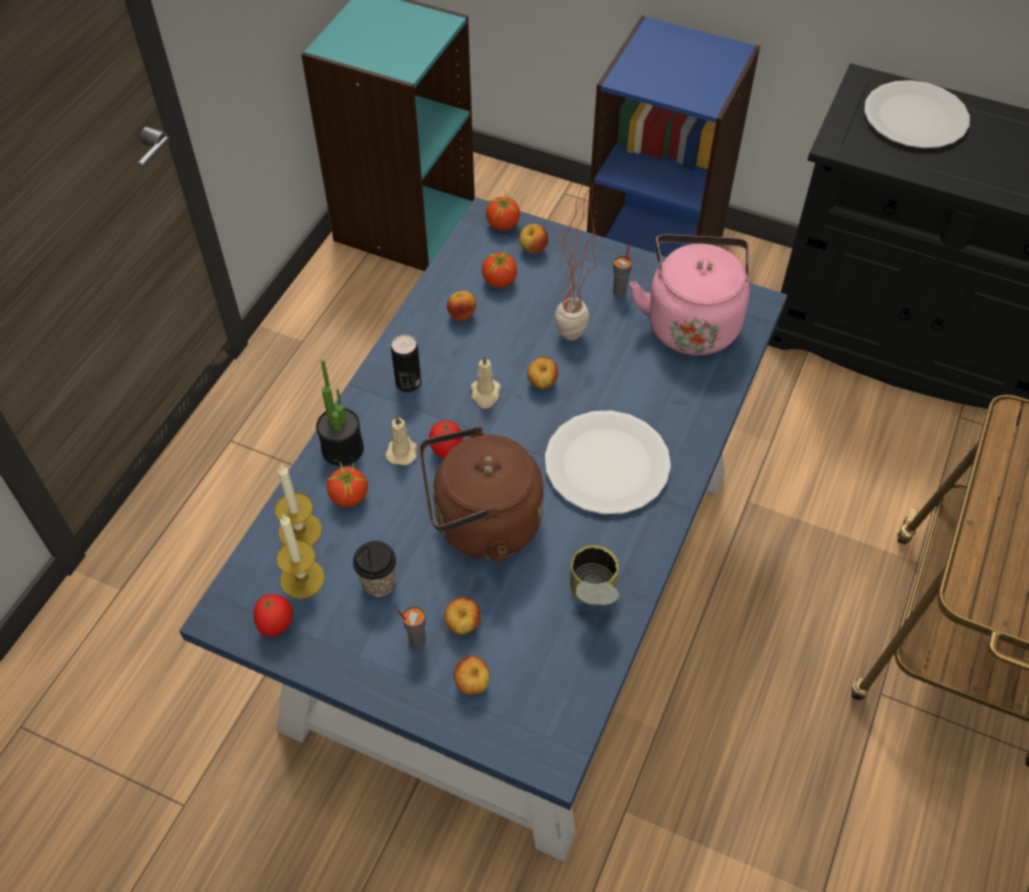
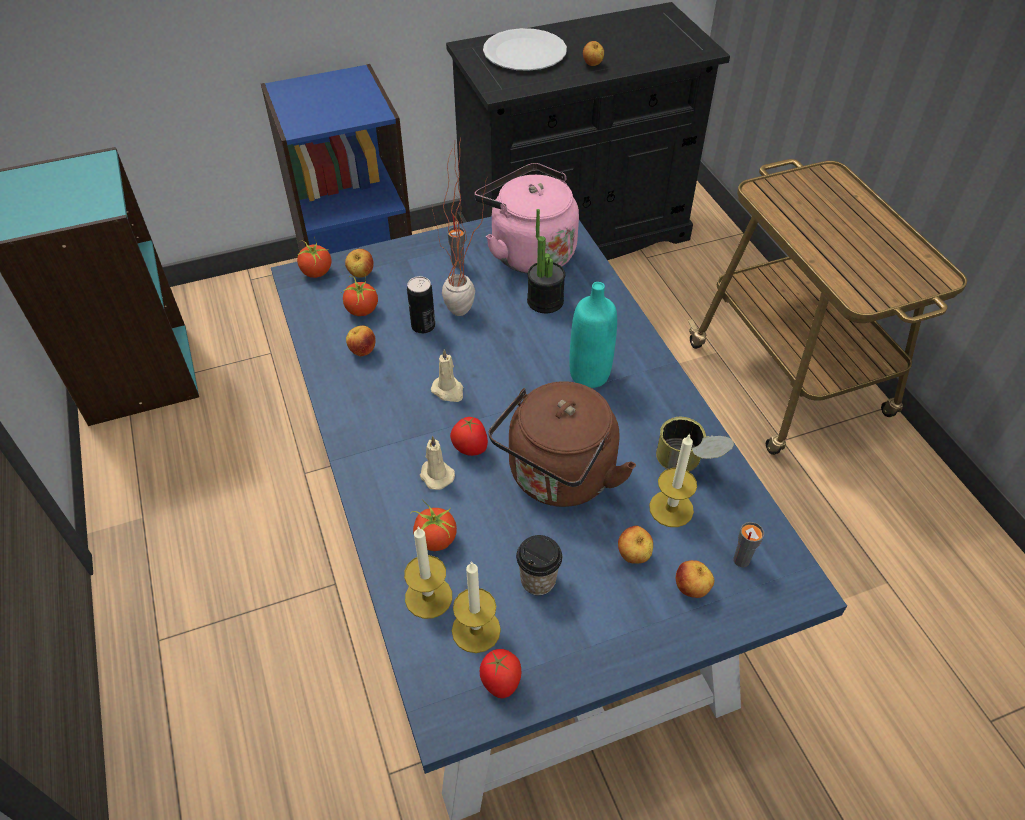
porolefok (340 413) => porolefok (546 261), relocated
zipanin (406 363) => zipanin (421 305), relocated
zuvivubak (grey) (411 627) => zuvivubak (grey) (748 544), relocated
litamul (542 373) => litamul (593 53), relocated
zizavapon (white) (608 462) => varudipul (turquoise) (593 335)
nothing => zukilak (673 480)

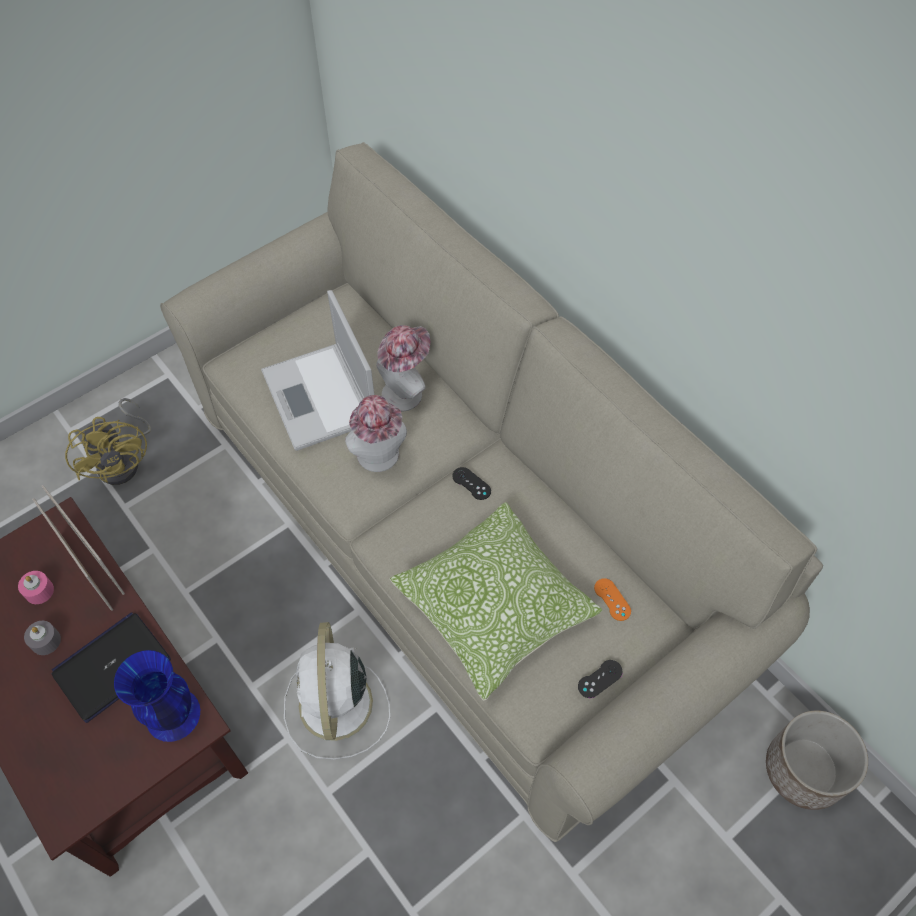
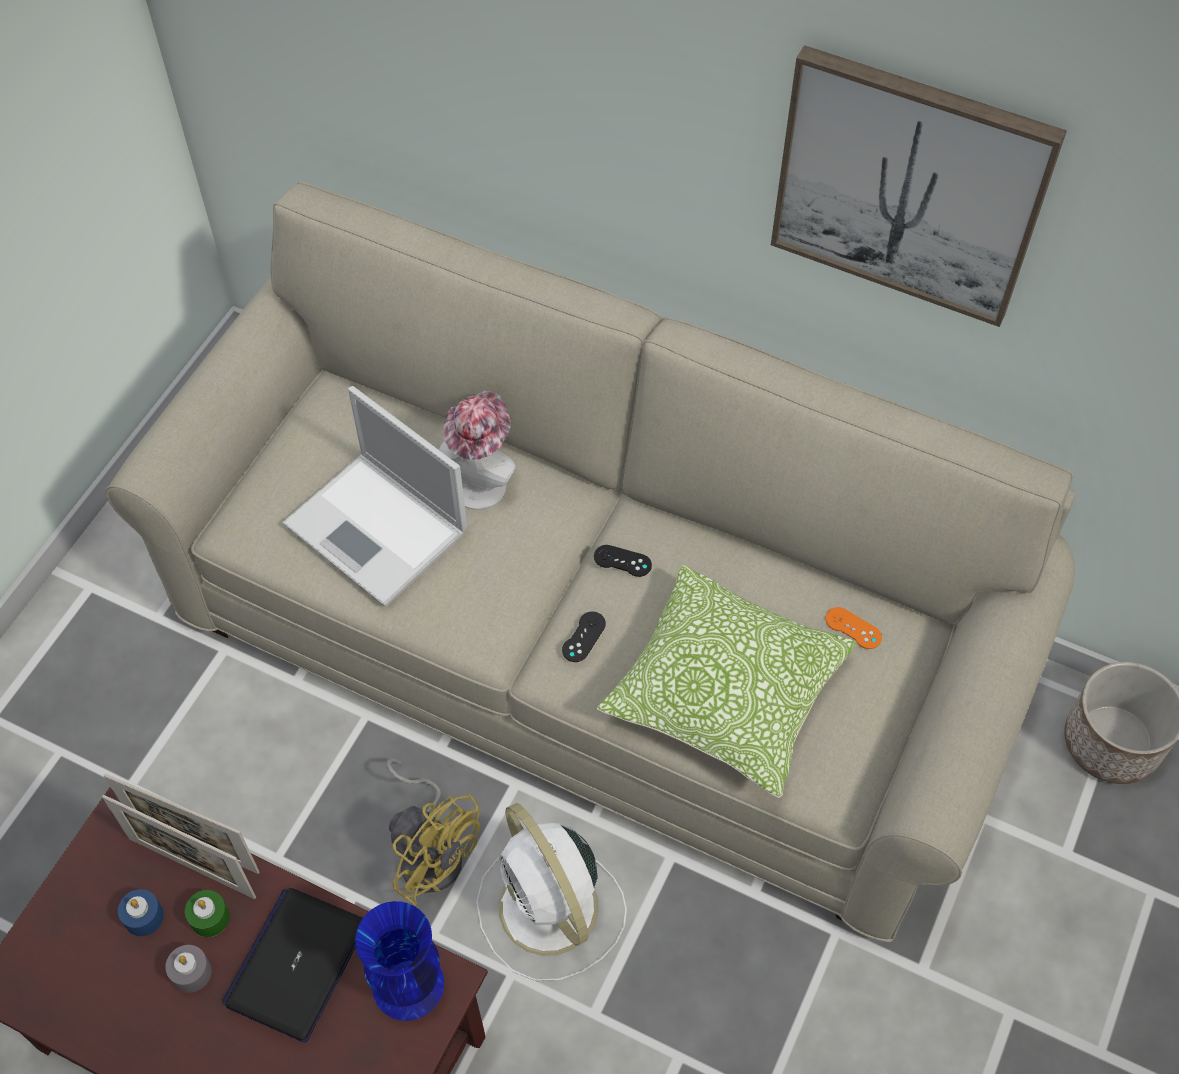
zukilak (pink) (36 587) => zukilak (blue) (141 912)
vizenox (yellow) (108 441) => vizenox (yellow) (433 832), relocated
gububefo (376 433) => nothing
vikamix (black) (600 679) => vikamix (black) (584 636), relocated
nothing => zukilak (green) (207 913)
nothing => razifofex (919 186)

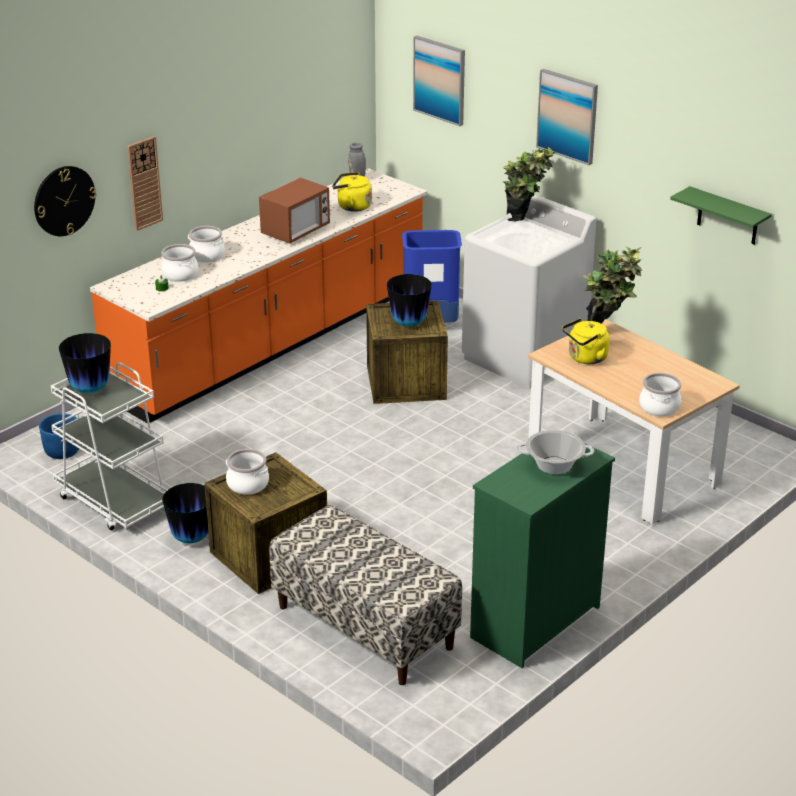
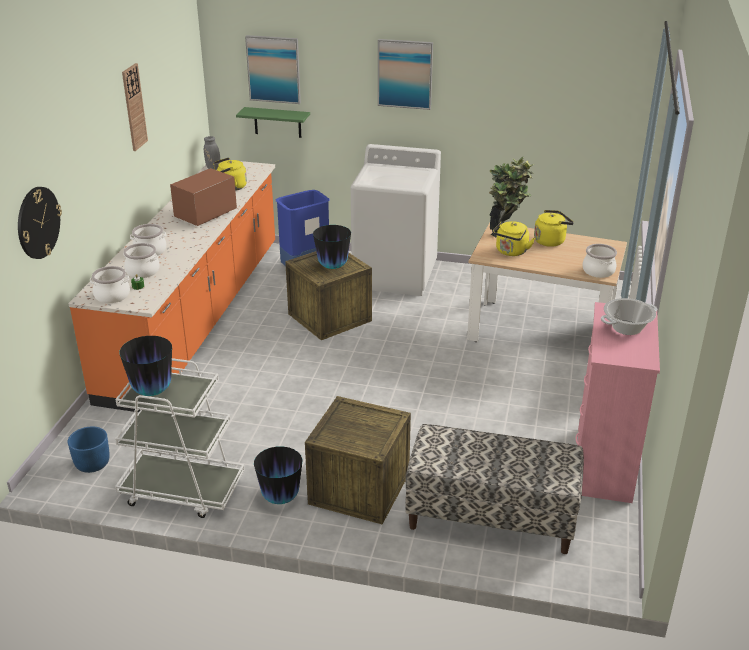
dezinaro (145 183) => dezinaro (135 107), relocated
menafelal (247 472) => menafelal (110 284), relocated
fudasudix (294 211) => fudasudix (203 197), 150 degrees counterclockwise
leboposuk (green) (542 556) => leboposuk (pink) (618 402)
porolefok (530 184) => nothing
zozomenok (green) (721 215) => zozomenok (green) (273 122), relocated
nothing => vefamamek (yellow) (554 228)

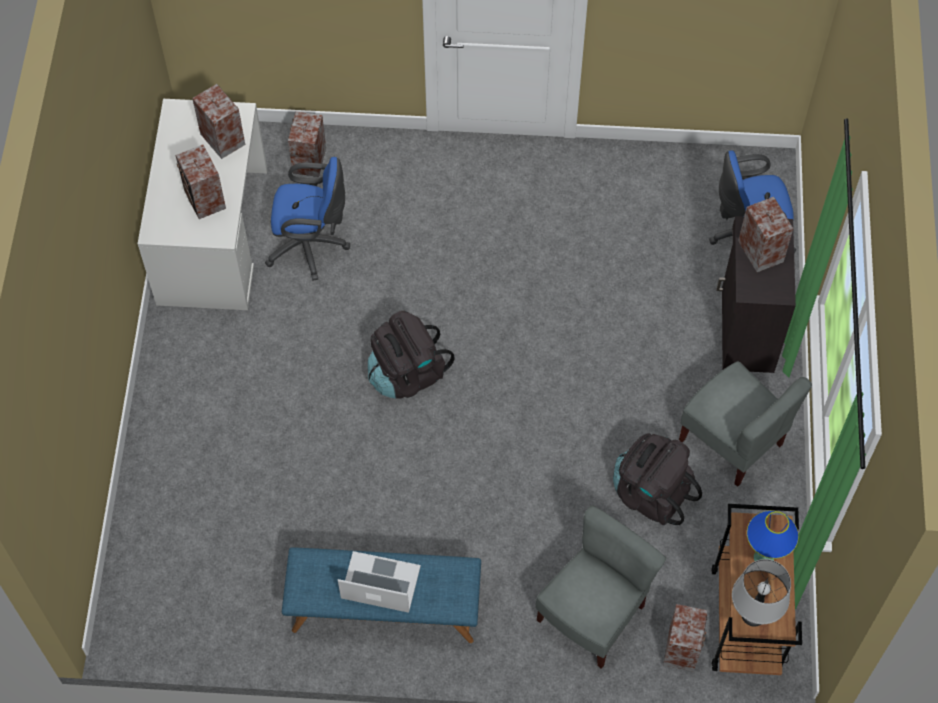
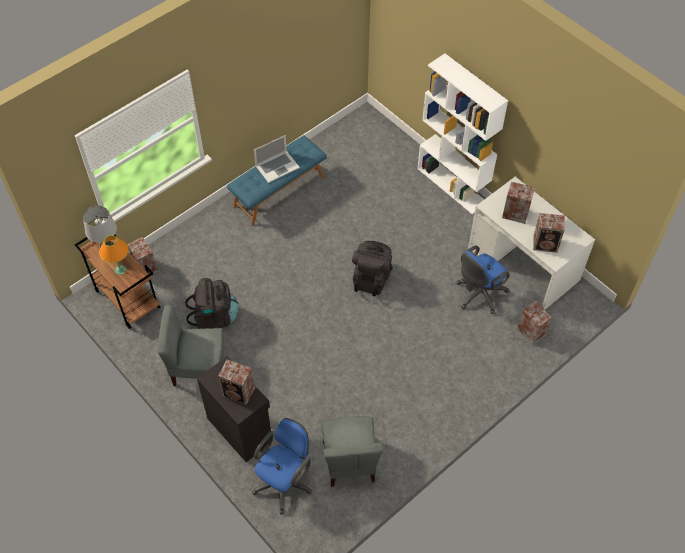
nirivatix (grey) (601 587) => nirivatix (grey) (352 451), relocated
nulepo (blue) (773 536) => nulepo (orange) (114 255)
nothing => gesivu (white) (462 134)

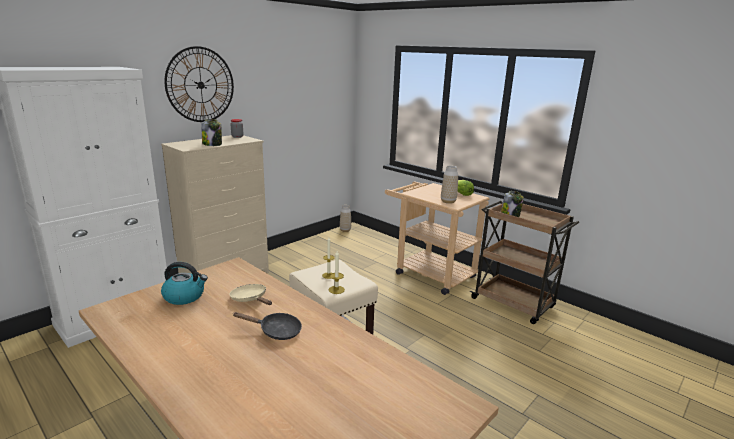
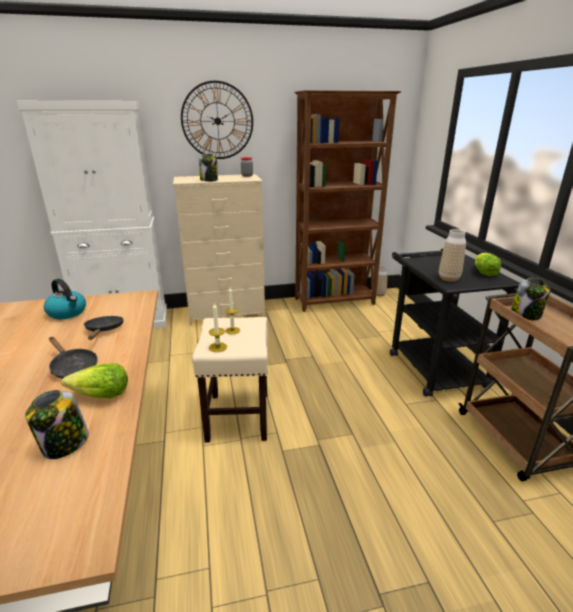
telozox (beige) (250 294) => telozox (black) (104 328)
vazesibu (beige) (437 238) => vazesibu (black) (454 323)
nothing => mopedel (57 424)
nothing => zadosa (94 380)
nothing => gesivu (brown) (348 201)

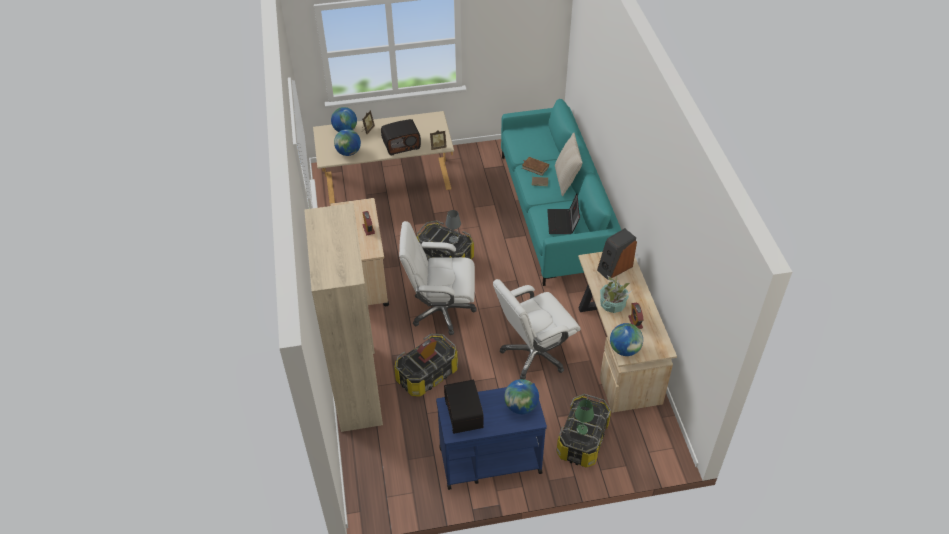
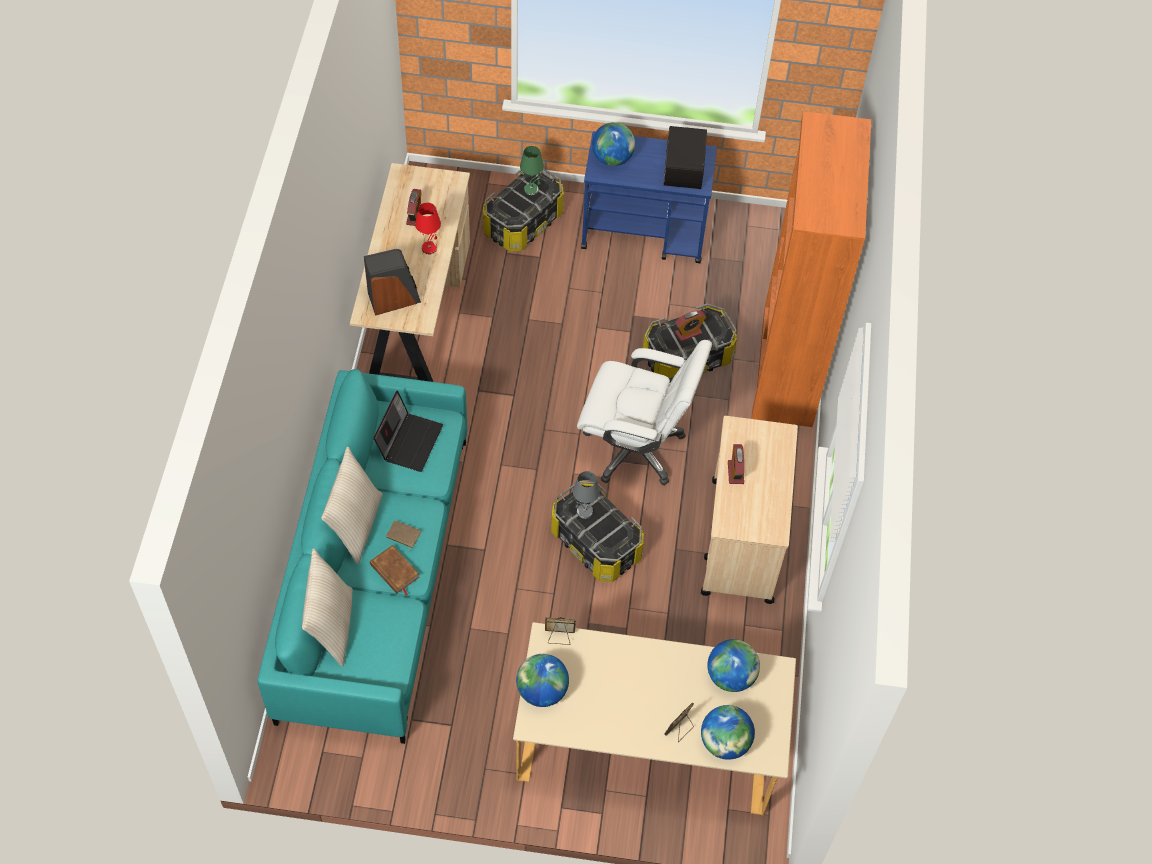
gesivu (beige) (343 317) => gesivu (orange) (811 269)
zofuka (401 137) => nothing
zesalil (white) (536 329) => nothing
porolefok (616 294) => nulepo (red) (428 228)
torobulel (626 339) => torobulel (542 680), relocated
nothing => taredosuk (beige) (327 607)

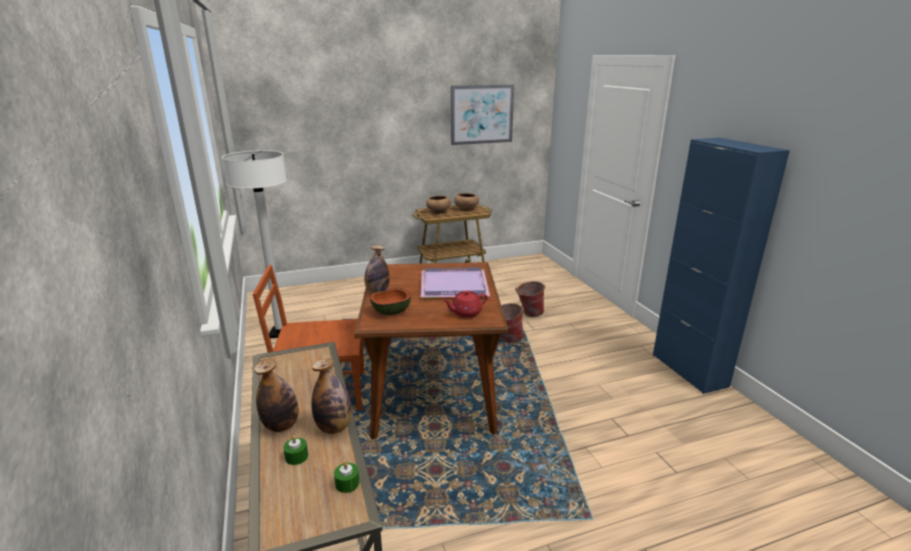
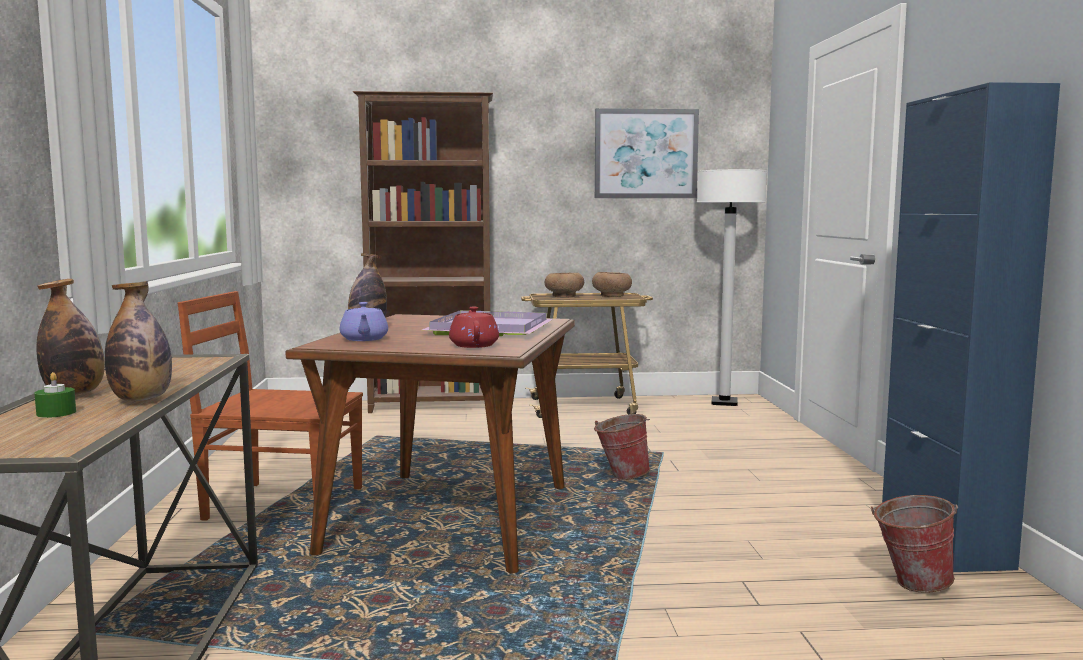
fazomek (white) (254 244) => fazomek (white) (732 287), relocated
zukilak (green) (347 477) => nothing
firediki (390 301) => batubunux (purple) (364 321)
batubunux (red) (465 304) => batubunux (red) (474 327), 90 degrees clockwise
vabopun (530 299) => vabopun (915 544), relocated
nothing => gesivu (brown) (423 252)

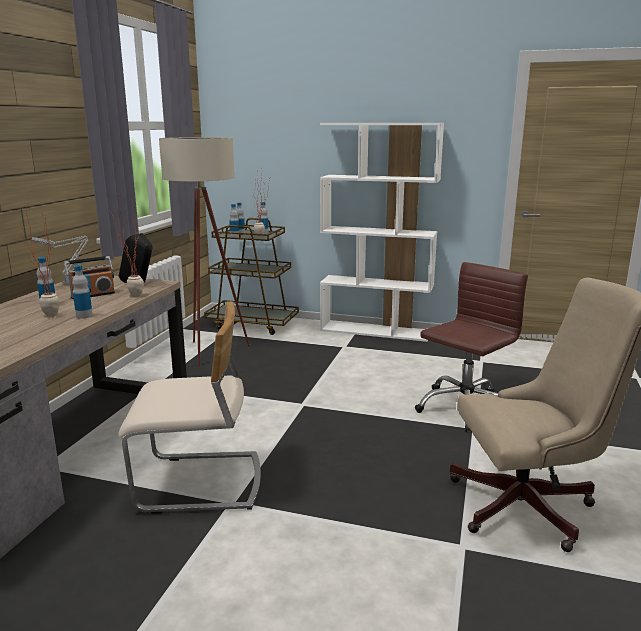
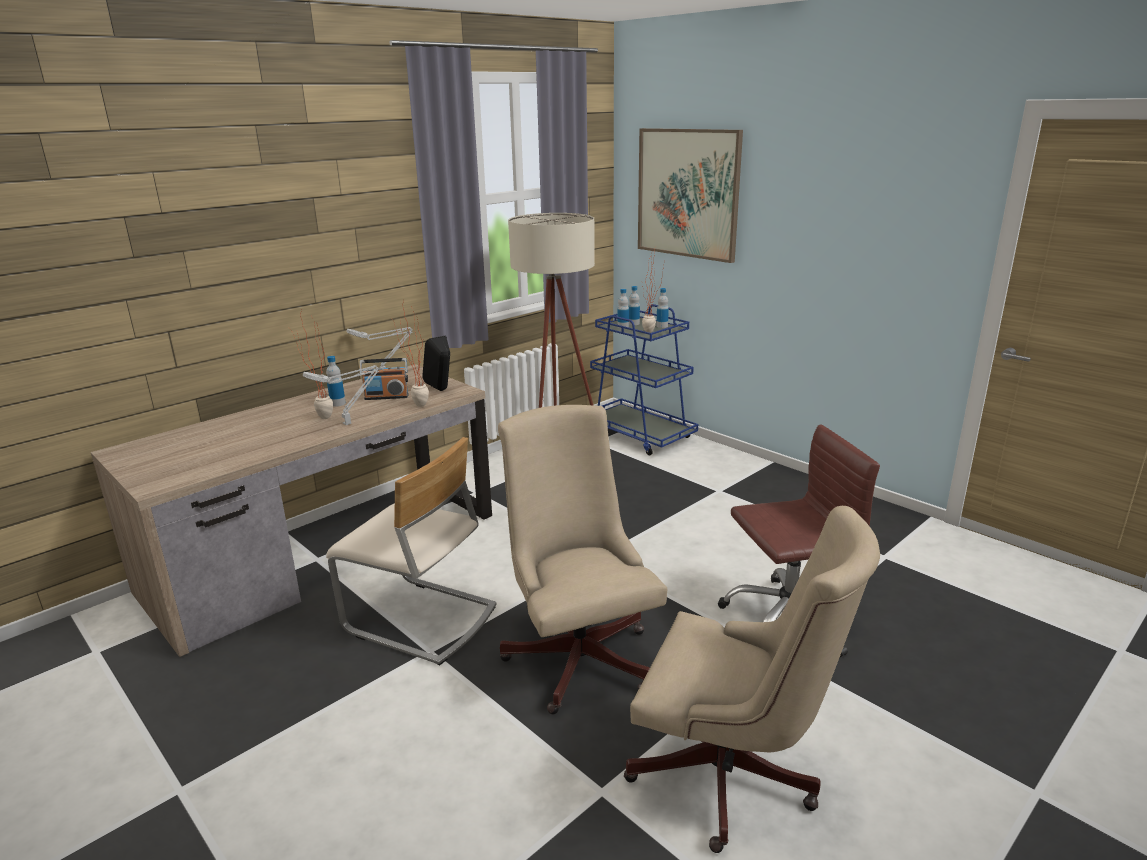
varudipul (82 292) => nulepo (grey) (340 395)
vazesibu (brown) (251 276) => vazesibu (blue) (644 379)
gesivu (white) (382 232) => nothing
nothing => zesalil (beige) (582 559)
nothing => razifofex (690 195)

